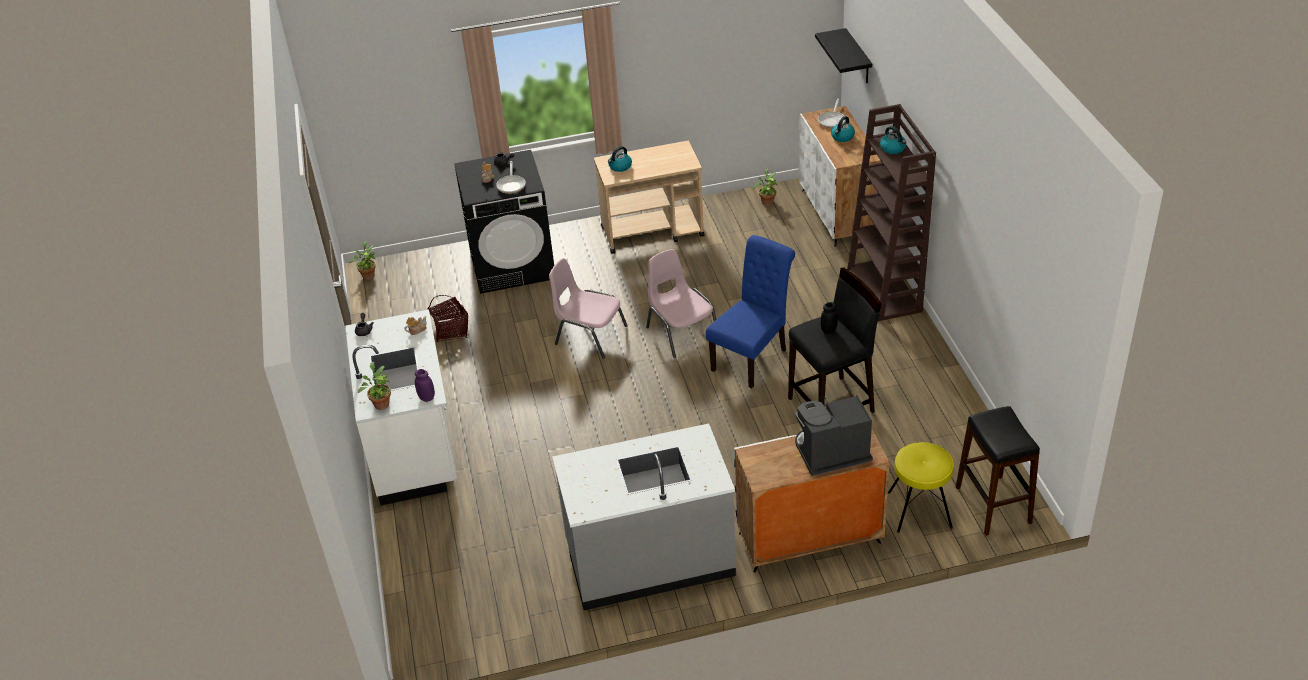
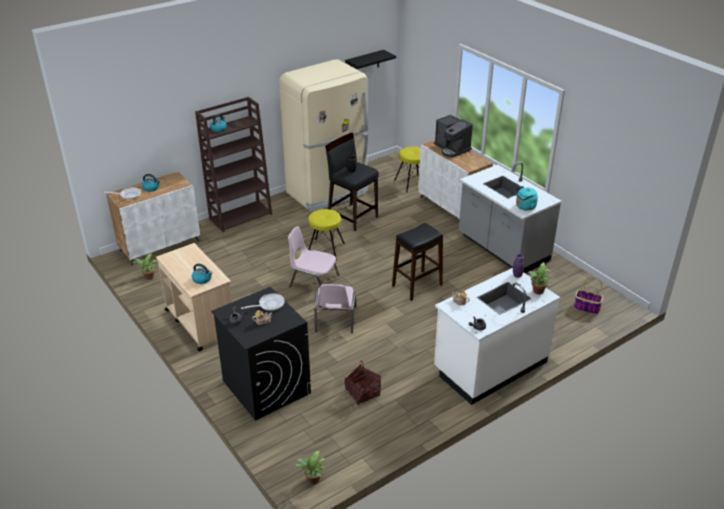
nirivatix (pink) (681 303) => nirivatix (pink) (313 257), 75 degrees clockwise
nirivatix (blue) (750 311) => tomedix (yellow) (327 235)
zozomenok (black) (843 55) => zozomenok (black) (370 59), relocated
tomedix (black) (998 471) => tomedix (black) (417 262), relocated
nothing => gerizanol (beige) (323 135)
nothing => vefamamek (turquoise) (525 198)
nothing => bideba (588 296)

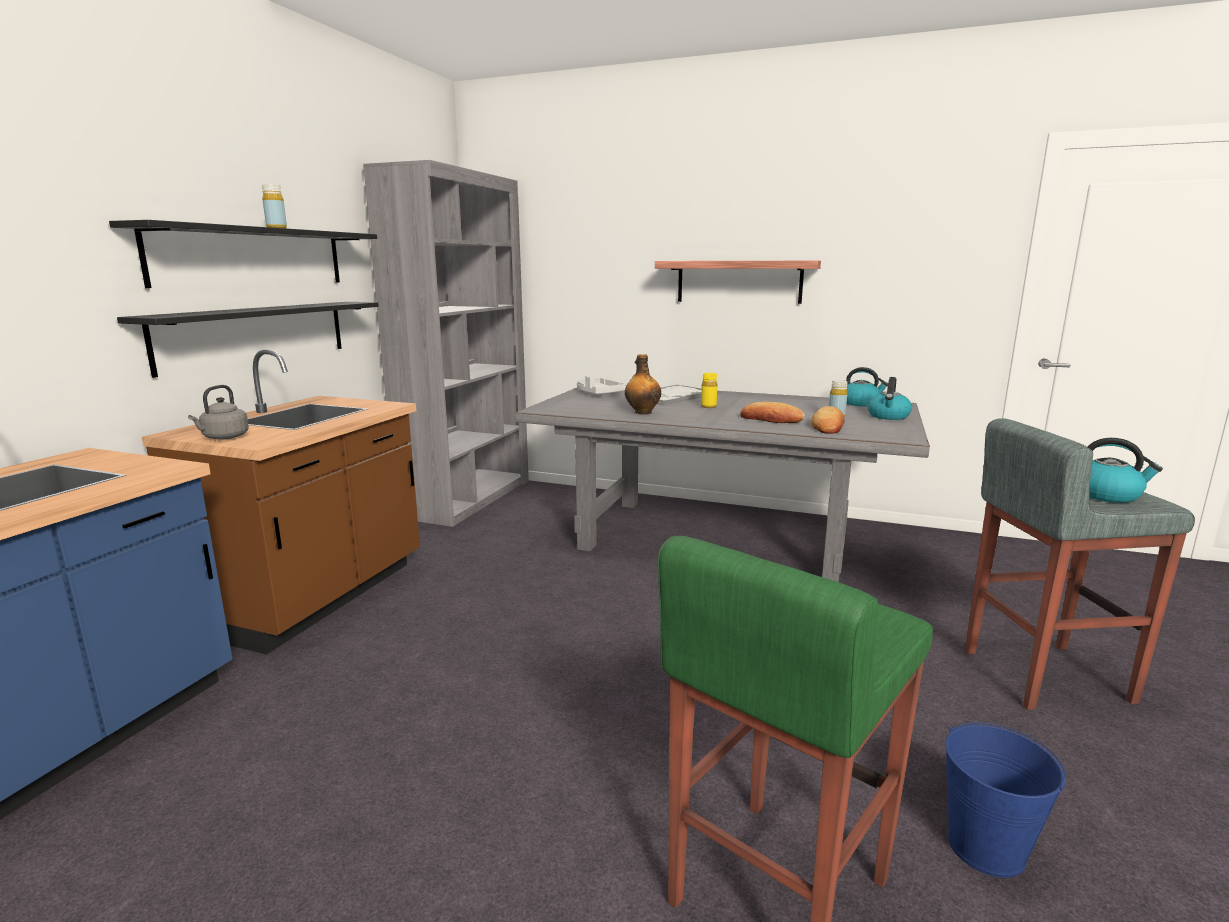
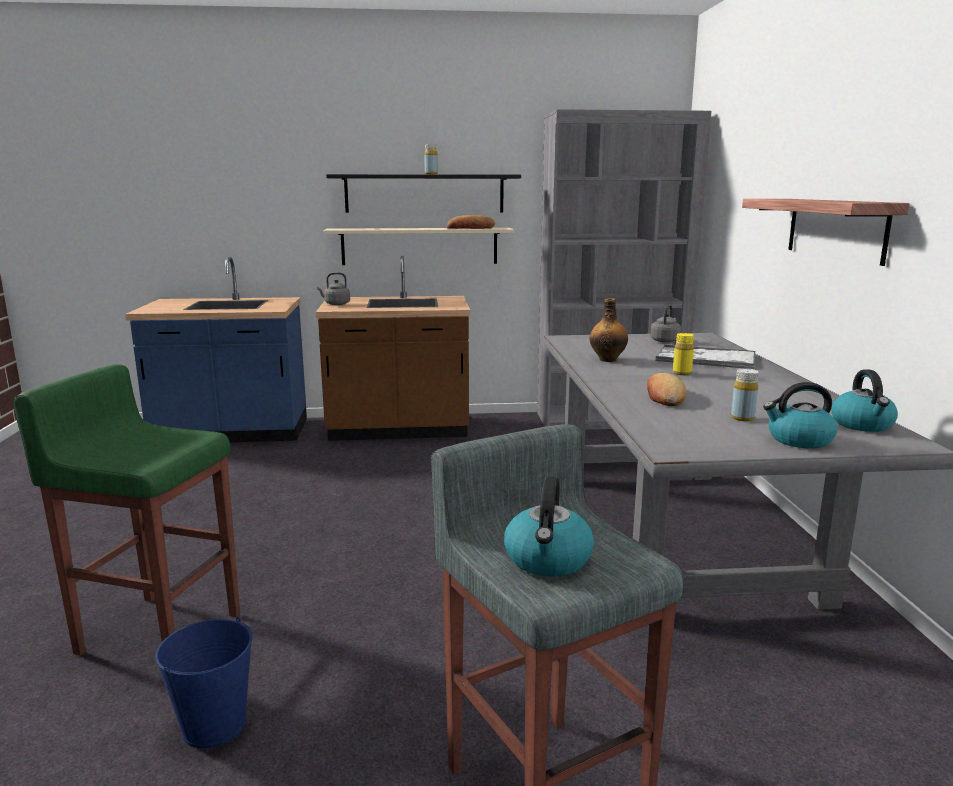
zozomenok (black) (248 340) => zozomenok (beige) (418 246)
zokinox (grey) (601 385) => vefamamek (grey) (665 324)
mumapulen (828 420) => mumapulen (471 222), relocated

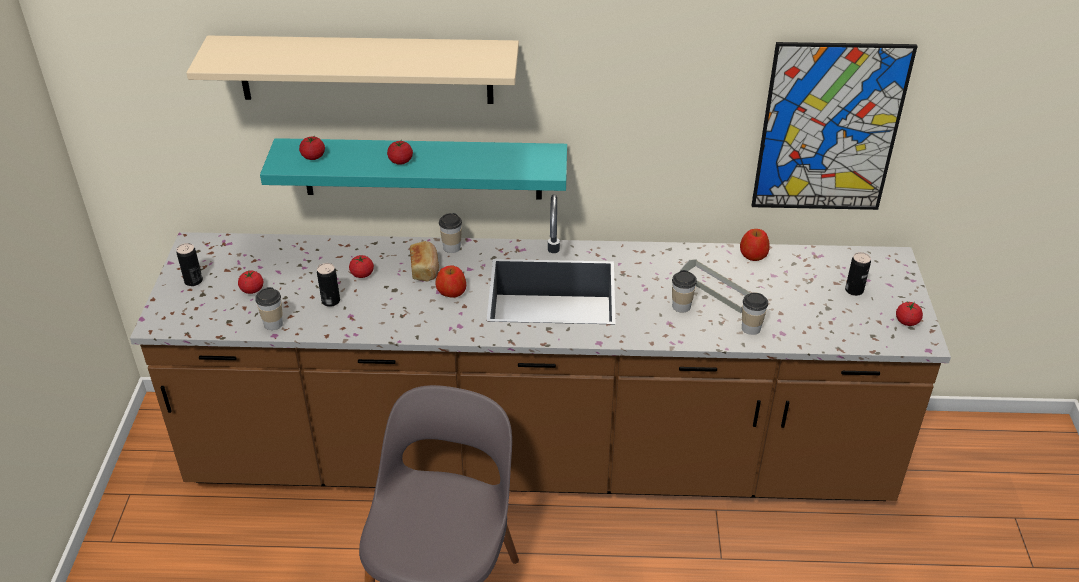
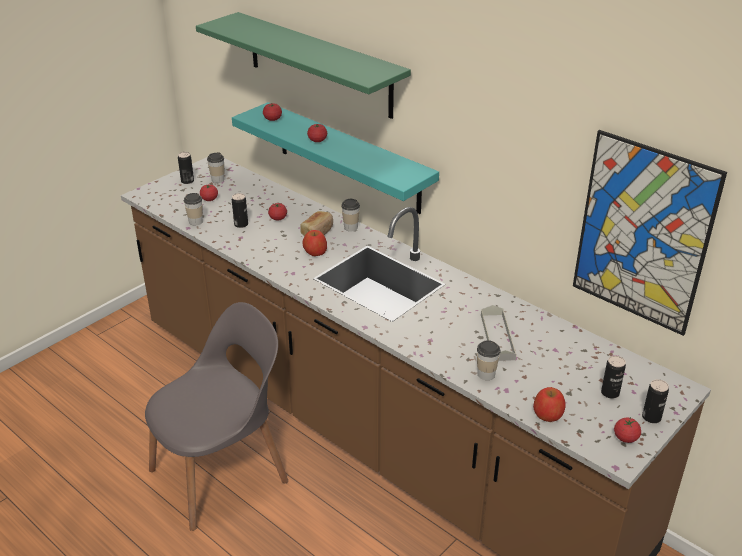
zozomenok (beige) (352 70) => zozomenok (green) (303 65)
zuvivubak (684 291) => zuvivubak (215 167), relocated
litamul (755 245) => litamul (549 404), relocated
nothing => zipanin (655 401)

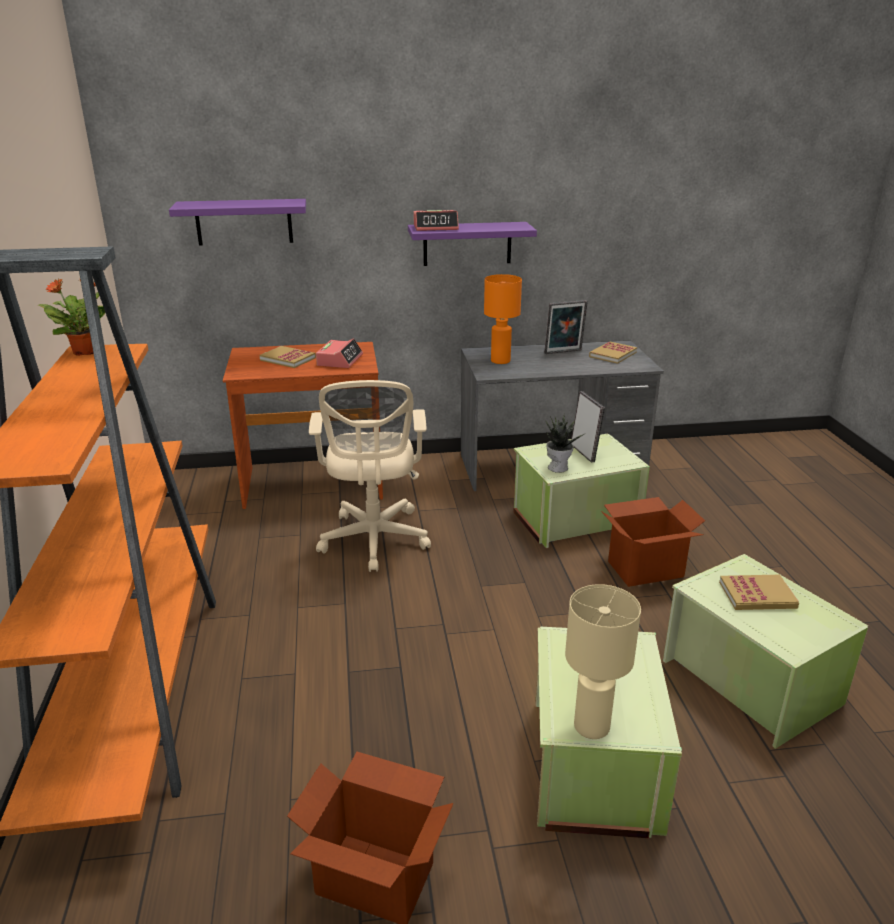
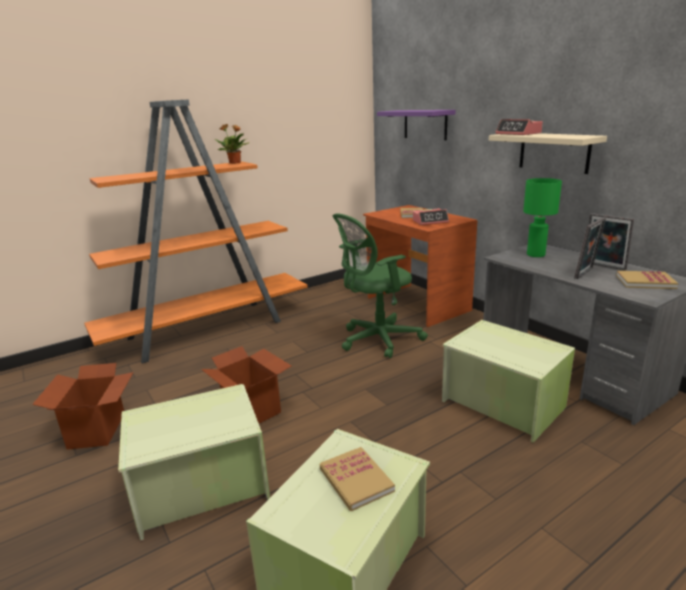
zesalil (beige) (370 476) => zesalil (green) (380 285)
zozomenok (purple) (472 244) => zozomenok (beige) (548 153)
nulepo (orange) (503 319) => nulepo (green) (542 217)
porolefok (564 443) => nothing
nulepo (beige) (603 661) => nothing
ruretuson (588 427) => ruretuson (590 248), relocated
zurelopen (653 542) => zurelopen (246 385), relocated

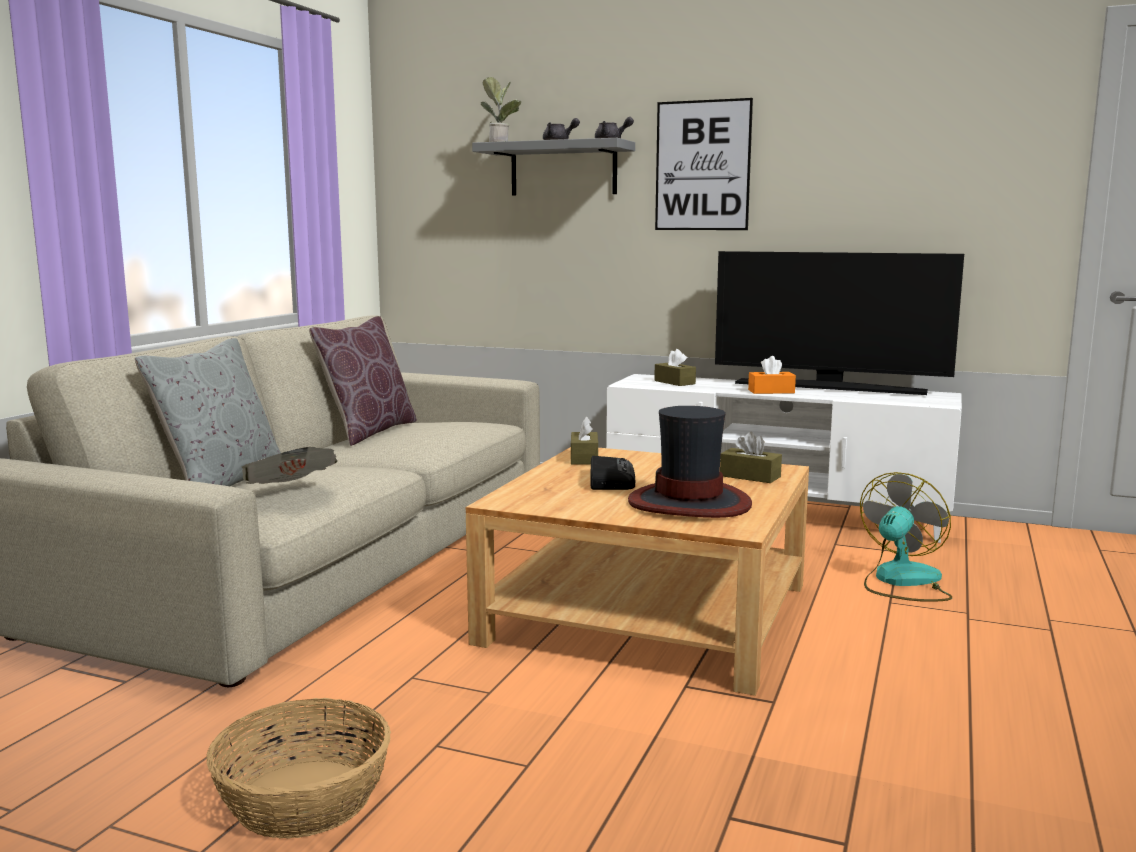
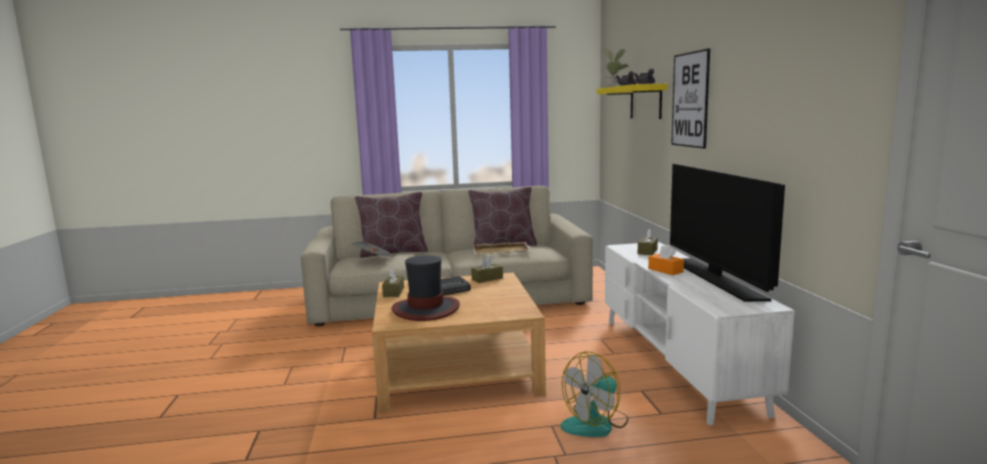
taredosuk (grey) (208 412) => taredosuk (brown) (391 225)
bideba (299 768) => nothing
zozomenok (grey) (553 166) => zozomenok (yellow) (632 101)
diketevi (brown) (751 457) => diketevi (brown) (393 282), relocated
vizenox (906 537) => vizenox (594 394), 135 degrees clockwise
nothing => zokinox (beige) (502 248)

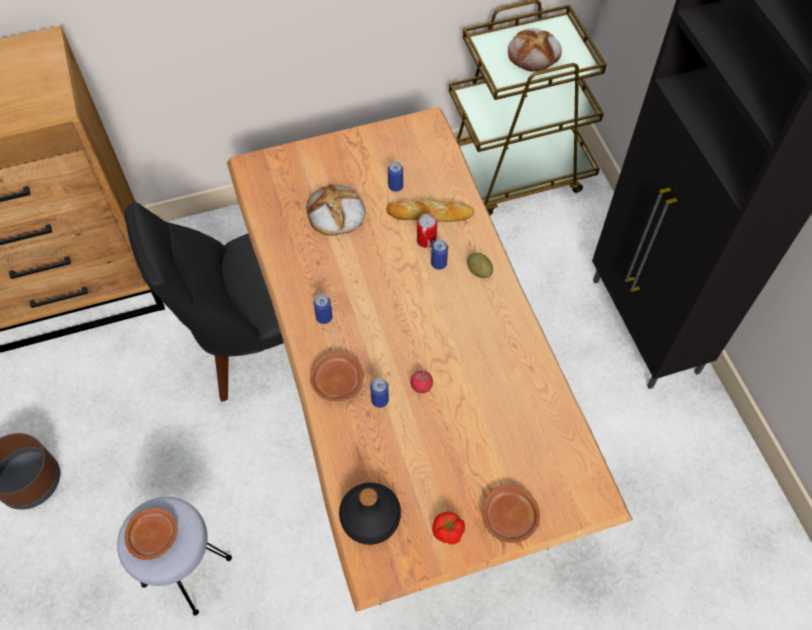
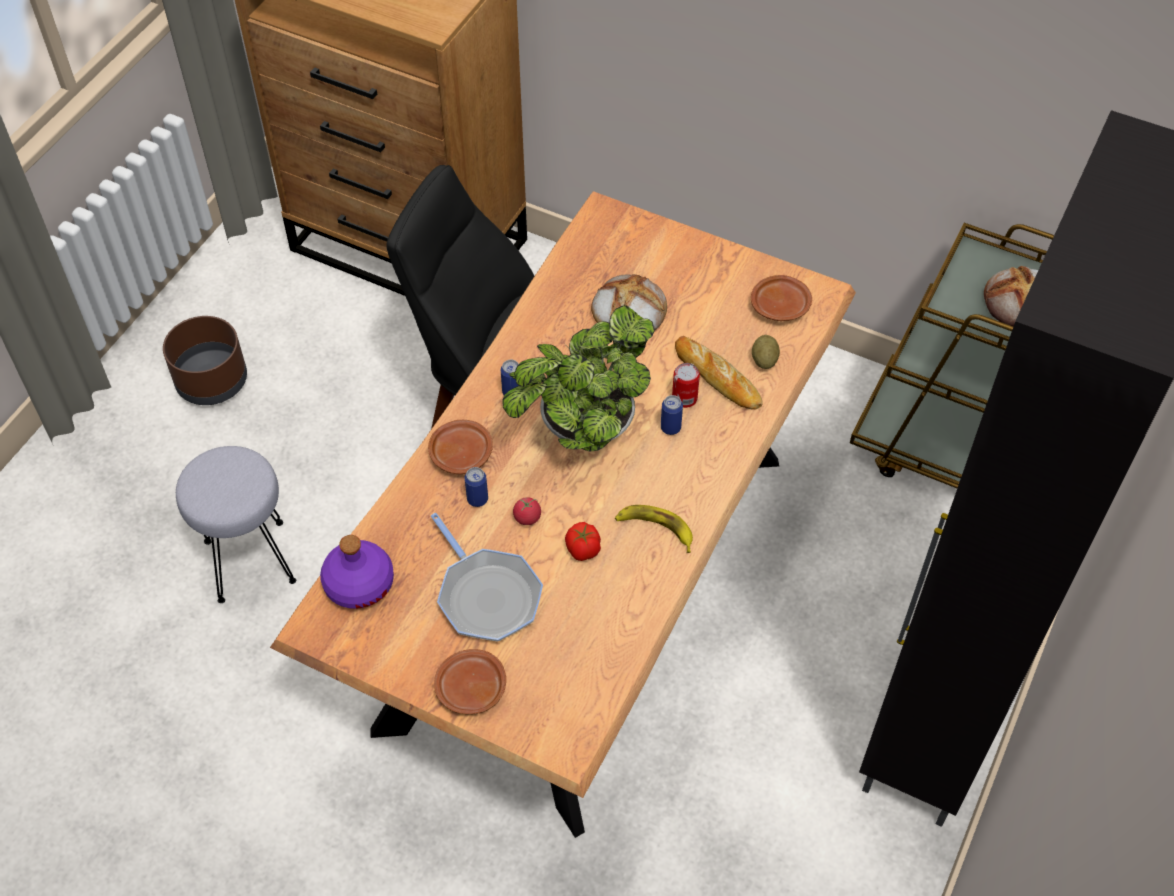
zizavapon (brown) (151 533) => zizavapon (brown) (781 298), relocated
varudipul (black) (370 514) => varudipul (purple) (357 572)
zipanin (395 176) => nothing
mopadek (448 527) => mopadek (583 541), relocated
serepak (480 265) => serepak (766 352), relocated
nothing => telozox (487 577)
nothing => porolefok (579 378)
nothing => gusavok (654 529)

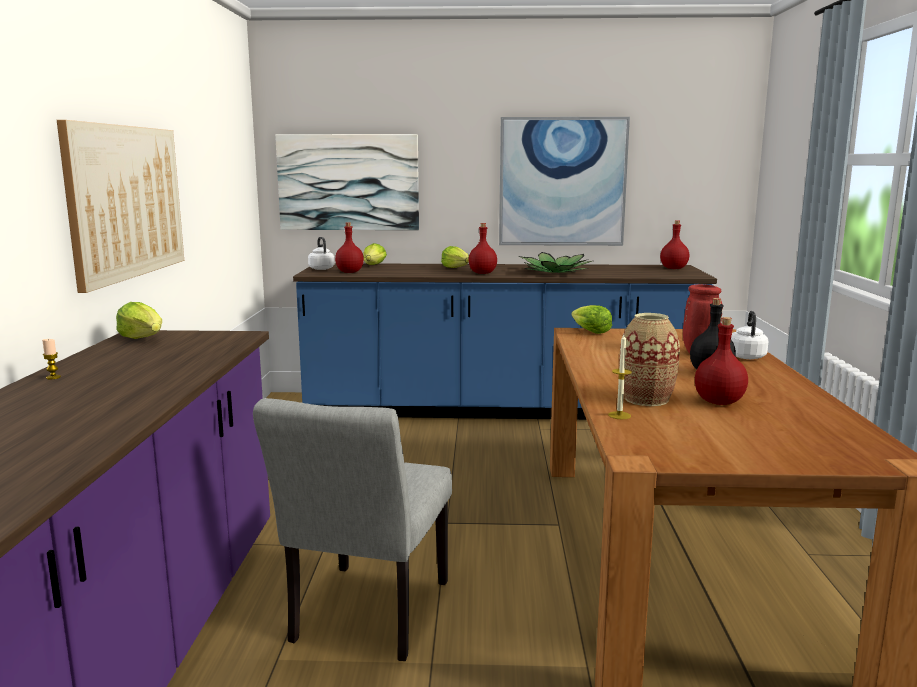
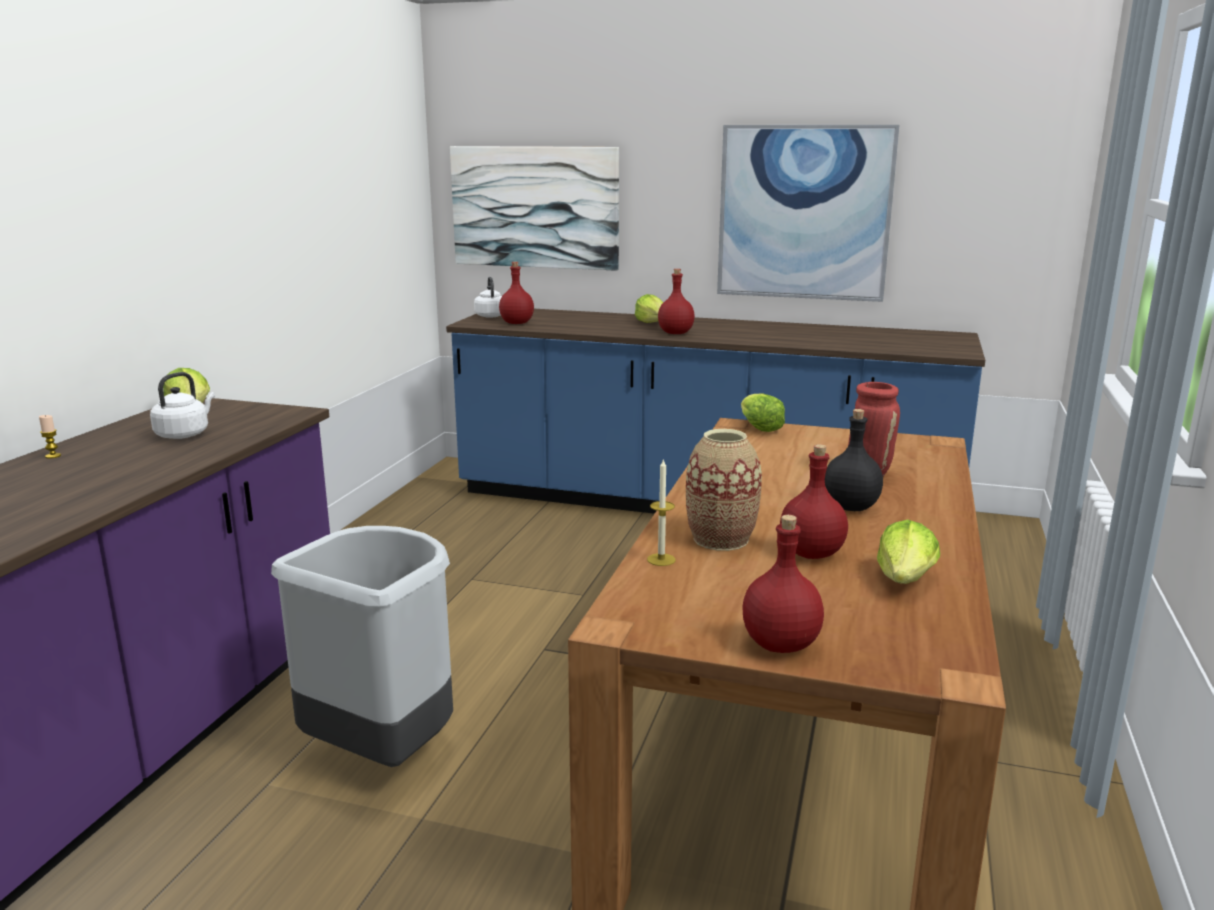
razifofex (120 206) => nothing
nirivatix (grey) (352 529) => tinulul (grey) (362 646)
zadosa (375 254) => zadosa (908 552), relocated
porolefok (555 262) => nothing
varudipul (red) (674 244) => varudipul (red) (783 584), relocated
vefamamek (white) (749 335) => vefamamek (white) (182 405), relocated

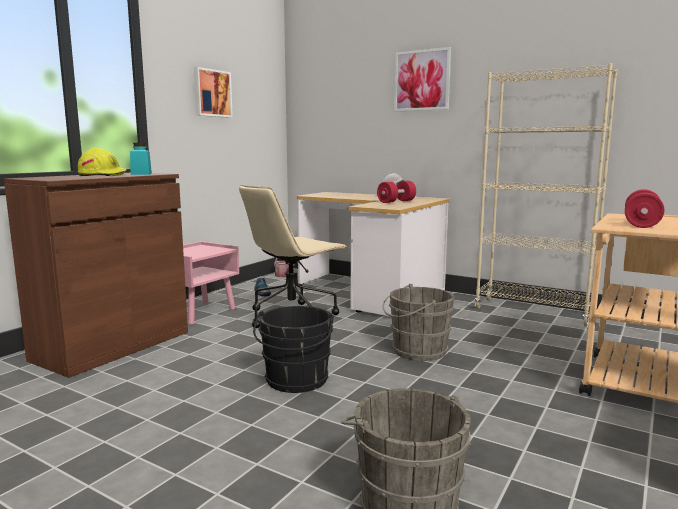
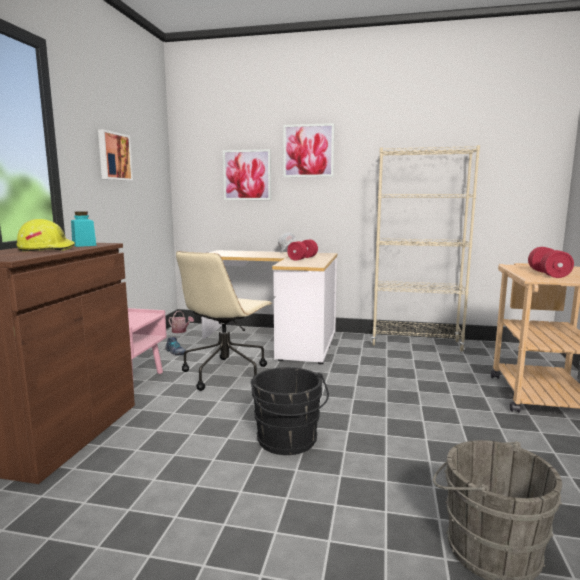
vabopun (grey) (419 322) => nothing
nothing => razifofex (247 174)

